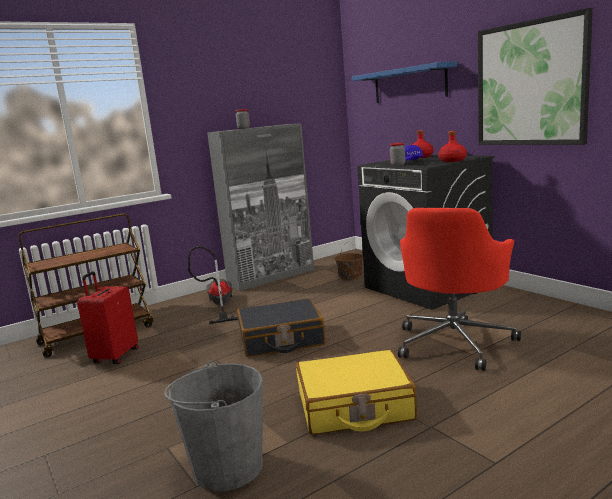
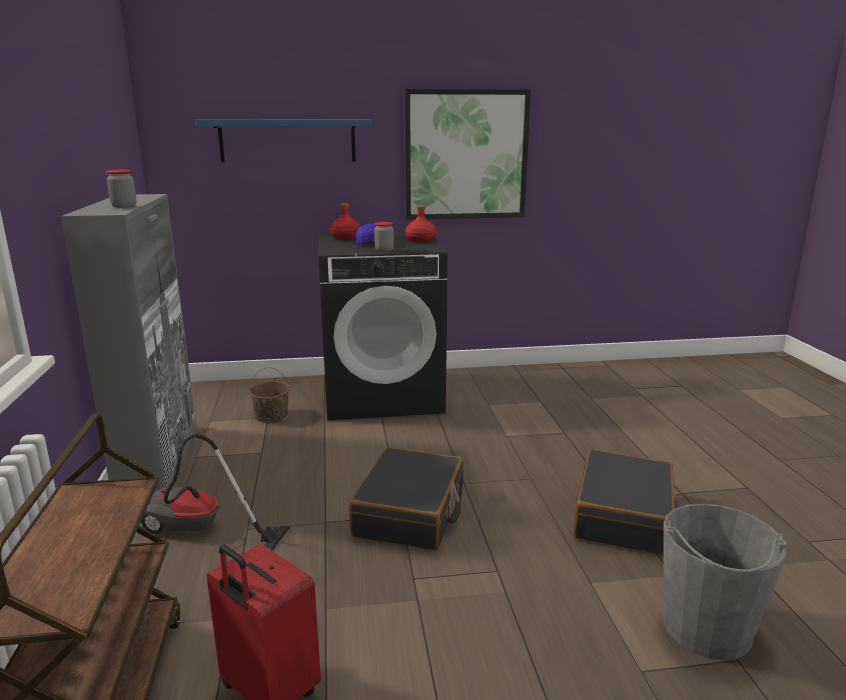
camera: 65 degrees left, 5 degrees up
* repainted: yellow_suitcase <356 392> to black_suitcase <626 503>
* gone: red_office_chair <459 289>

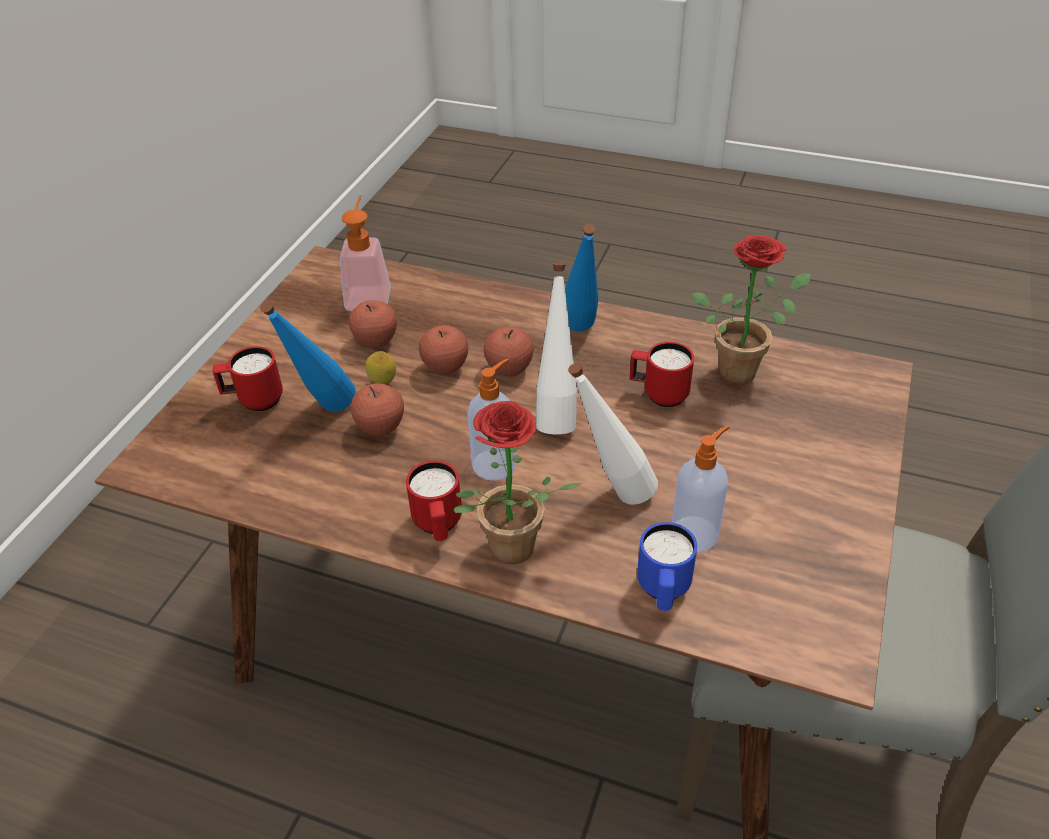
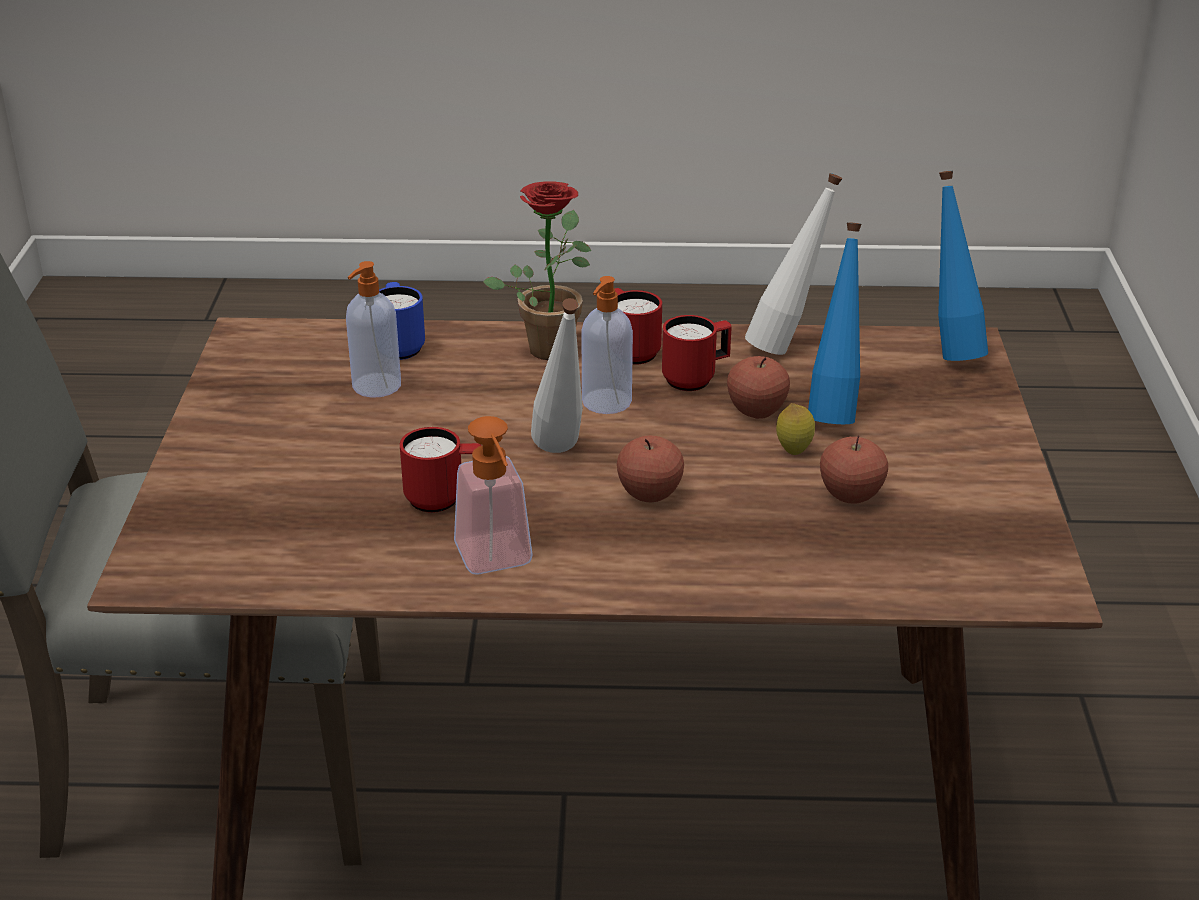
camera: 160 degrees right, 10 degrees down
* shifted: soap_dispenser <365 253> to <493 495>
* shifted: red_mug <247 378> to <697 353>
* shifted: white_bottle <613 434> to <793 264>
* shifted: blue_bottle <581 277> to <963 266>
* gone: apple <443 350>
* gone: potted_plant <751 309>

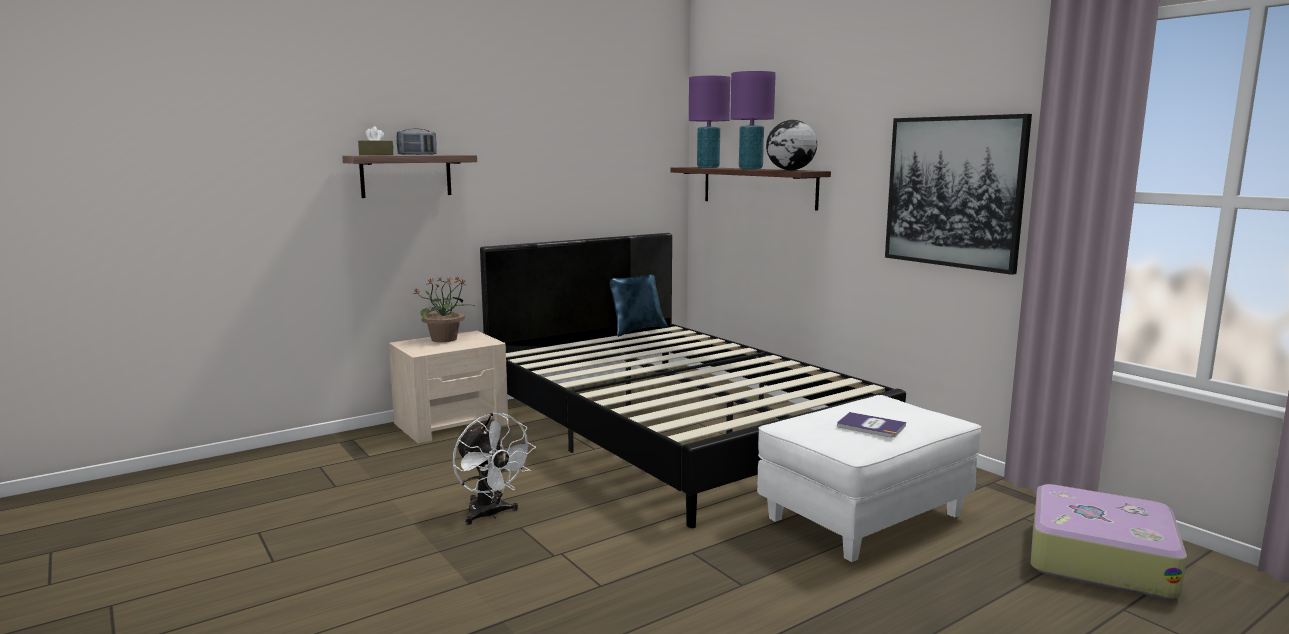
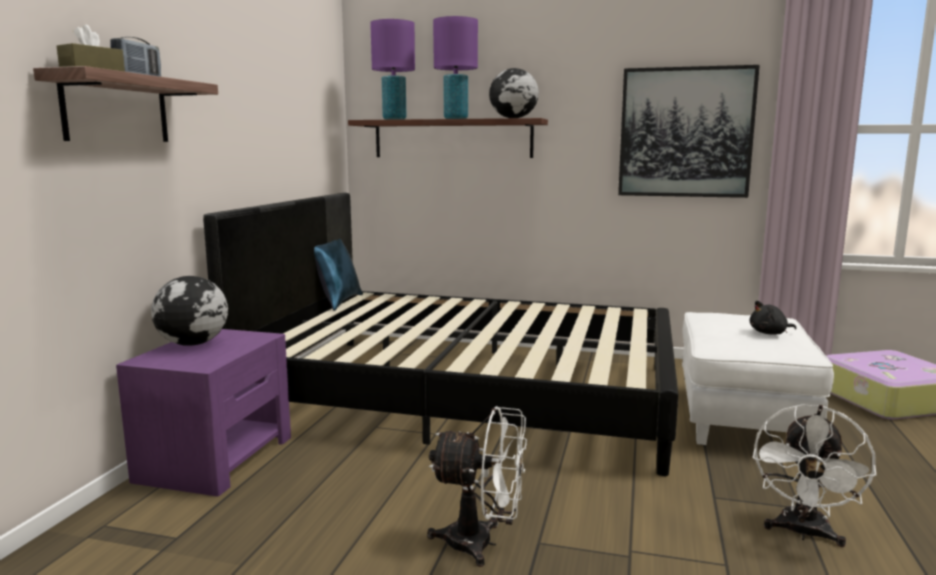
camera: 40 degrees left, 0 degrees up
* repainted: beige_nightstand <448 387> to purple_nightstand <203 412>
* swapped: potted_plant <444 309> to globe <189 311>
* swapped: book <871 424> to black_plush_toy <773 317>
* new: white_fan <814 475>

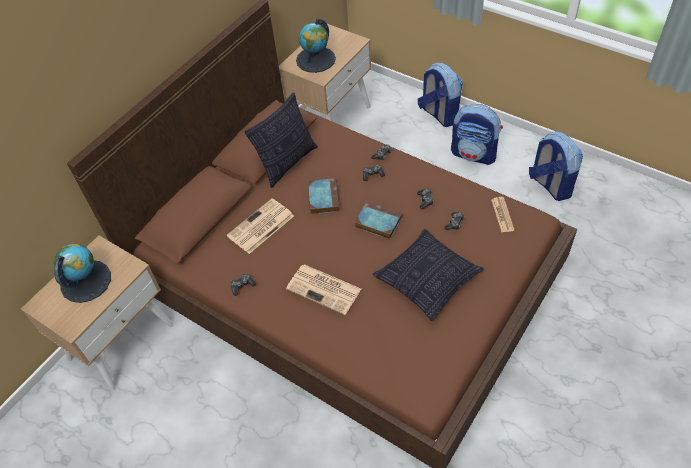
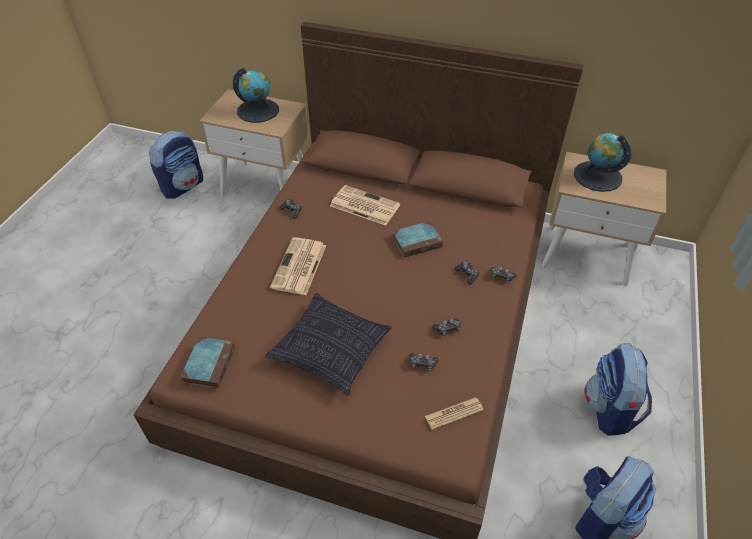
camera: 70 degrees right, 5 degrees down
* shifted: backpack <440 95> to <176 165>
* shifted: book <378 220> to <207 363>
* gone: pillow <281 140>

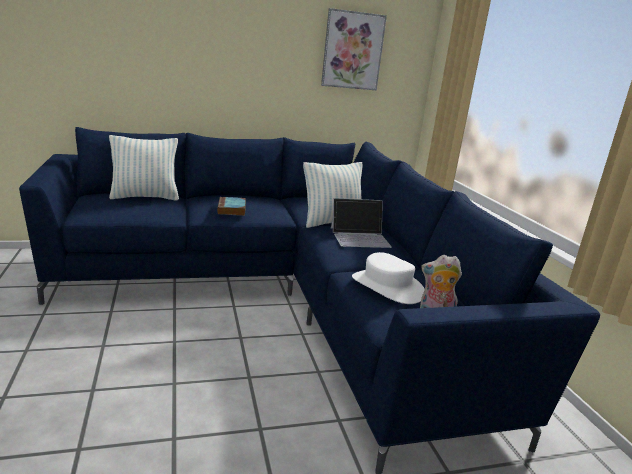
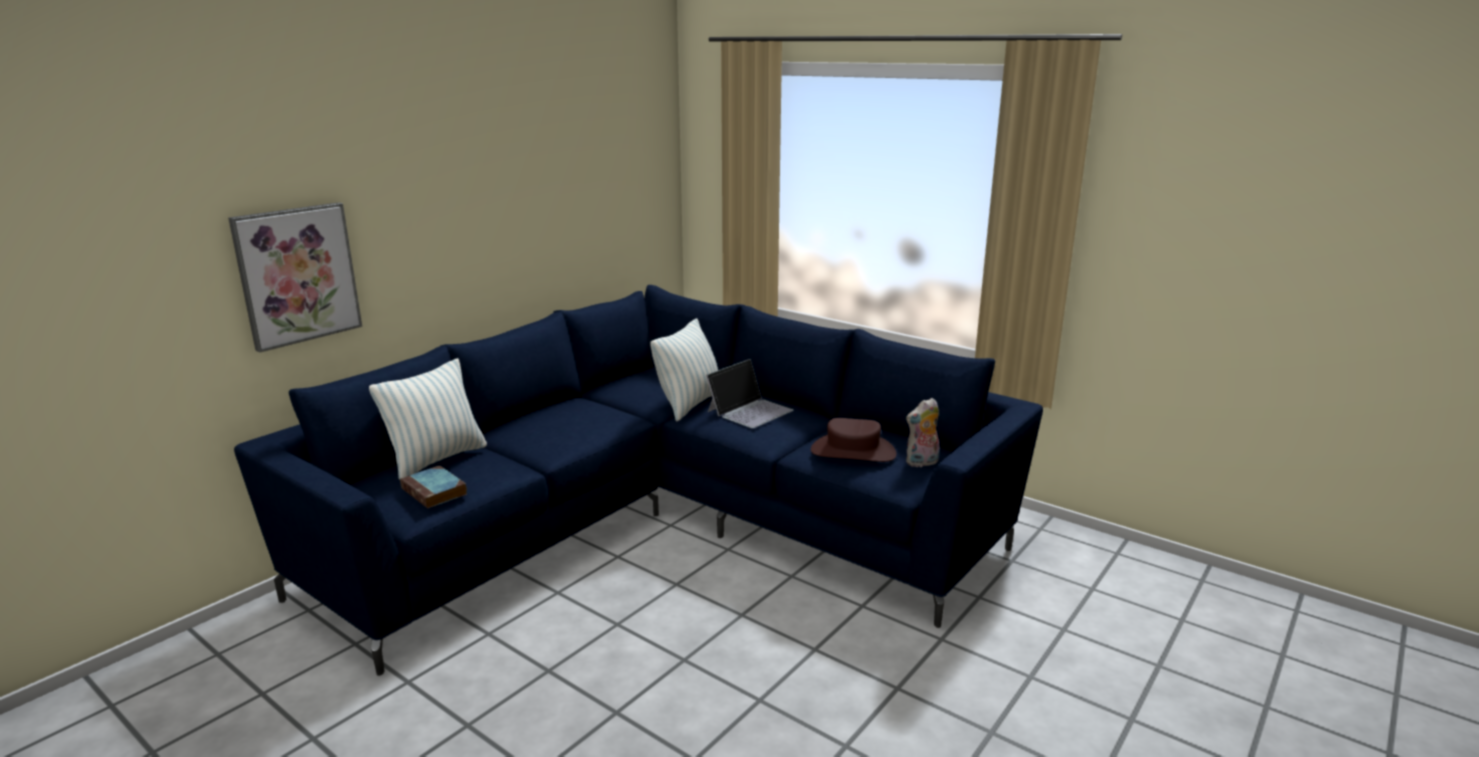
camera: 35 degrees left, 0 degrees up
* shifted: picture <354 49> to <295 277>
* shifted: book <231 206> to <433 486>
* repainted: white_hat <388 278> to brown_hat <853 440>

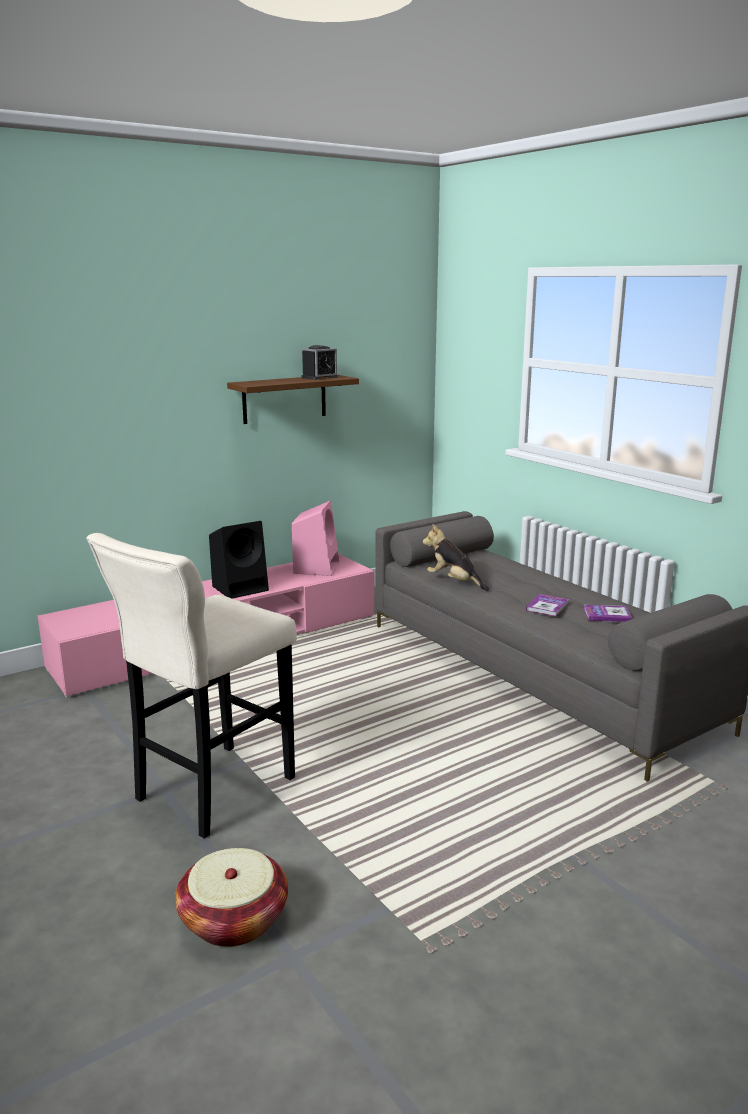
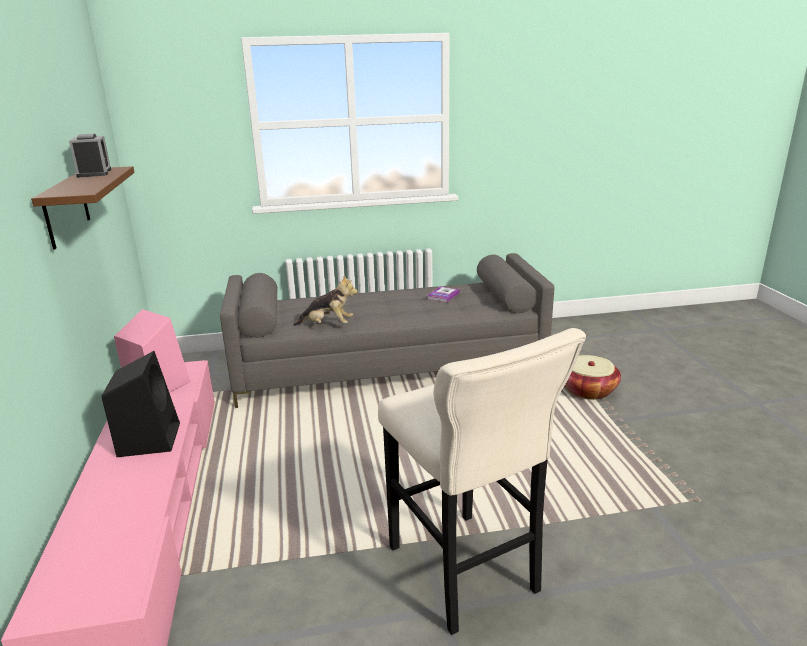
camera: 65 degrees left, 5 degrees up
* rotated: plush_toy <456 557> = <325 300> 150 degrees counterclockwise
* shifted: basket <231 897> to <593 377>
* gone: book <547 605>

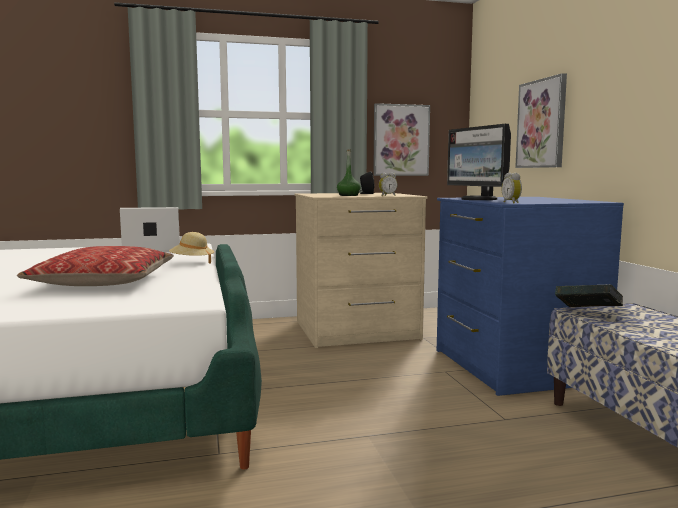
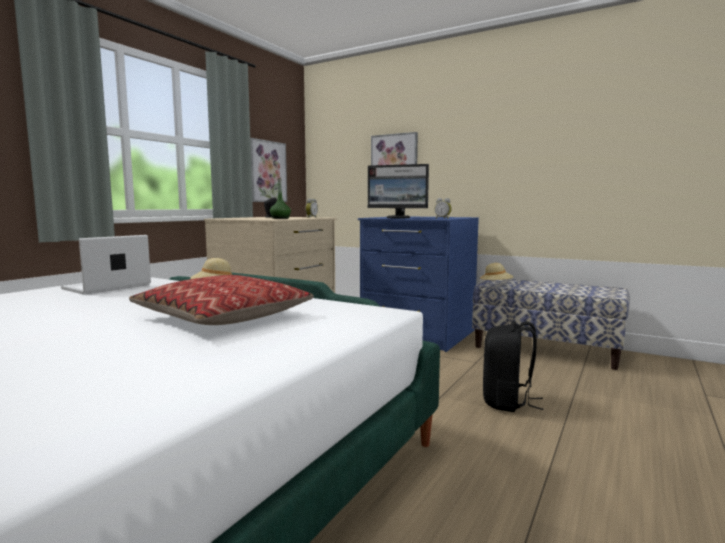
camera: 45 degrees left, 0 degrees up
* swapped: book <589 295> to beige_hat <497 271>
* new: black_backpack <513 366>

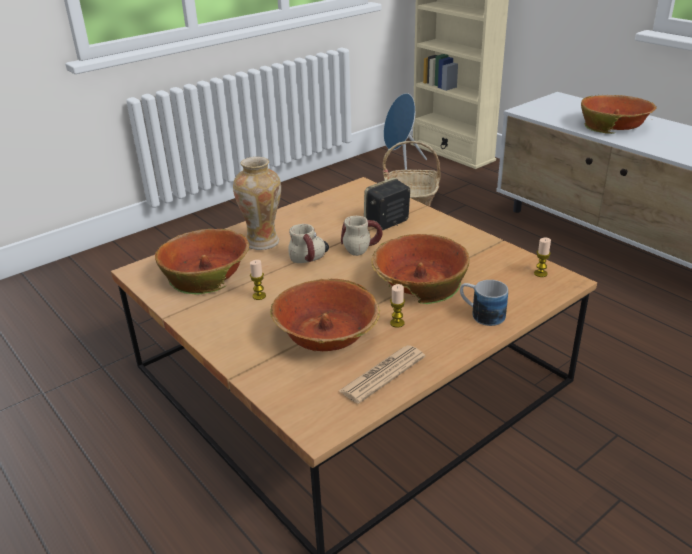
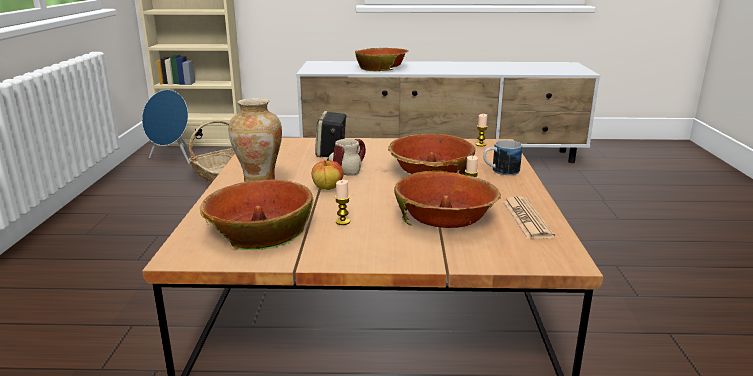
camera: 50 degrees left, 10 degrees down
* swapped: mug <308 243> to apple <328 175>

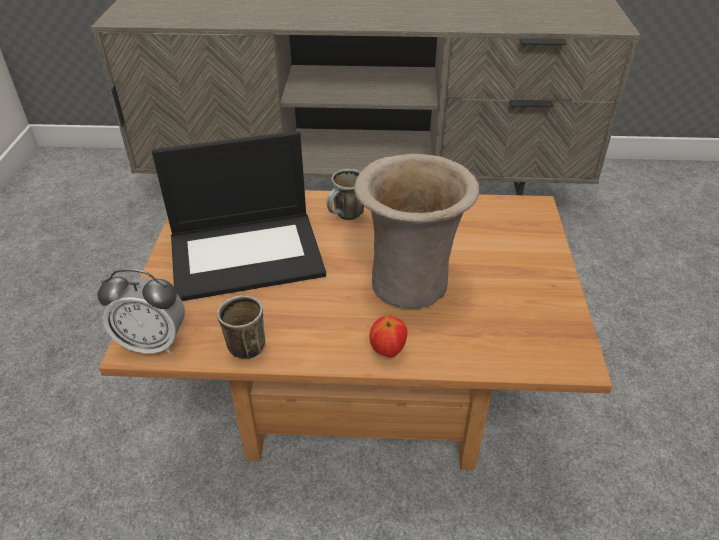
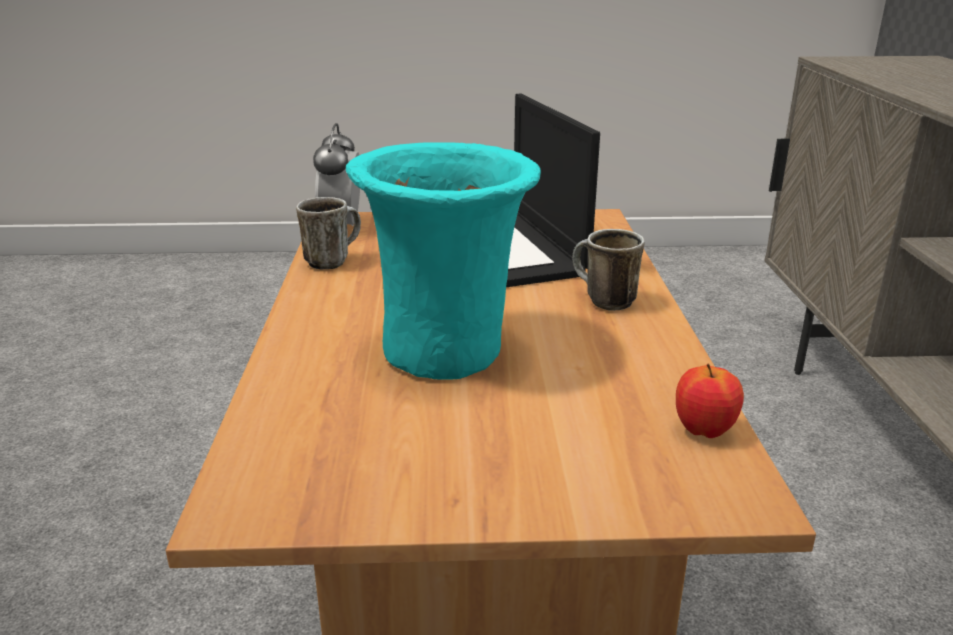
camera: 85 degrees right, 15 degrees down
* repainted: beige_vase <417 231> to turquoise_vase <443 261>
* shifted: apple <388 337> to <710 400>

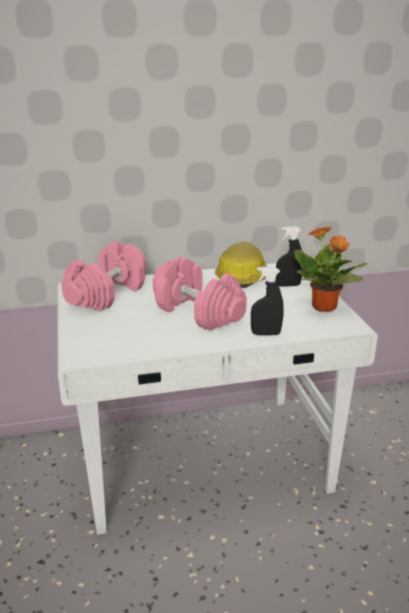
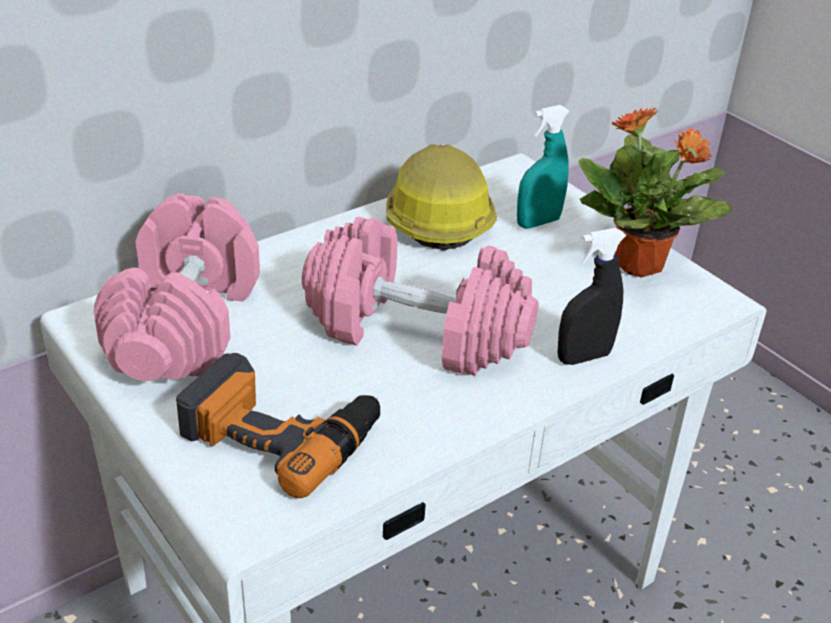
camera: 25 degrees left, 10 degrees up
* new: power_drill <278 425>
* repainted: black_spray_bottle <289 256> to turquoise_spray_bottle <543 166>

